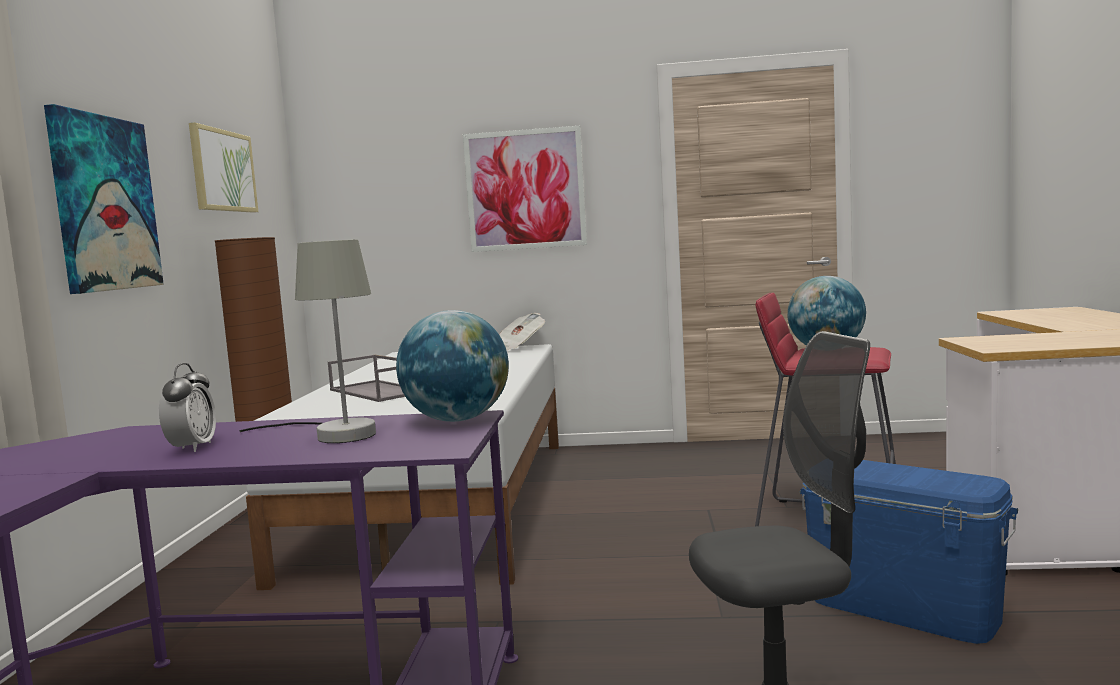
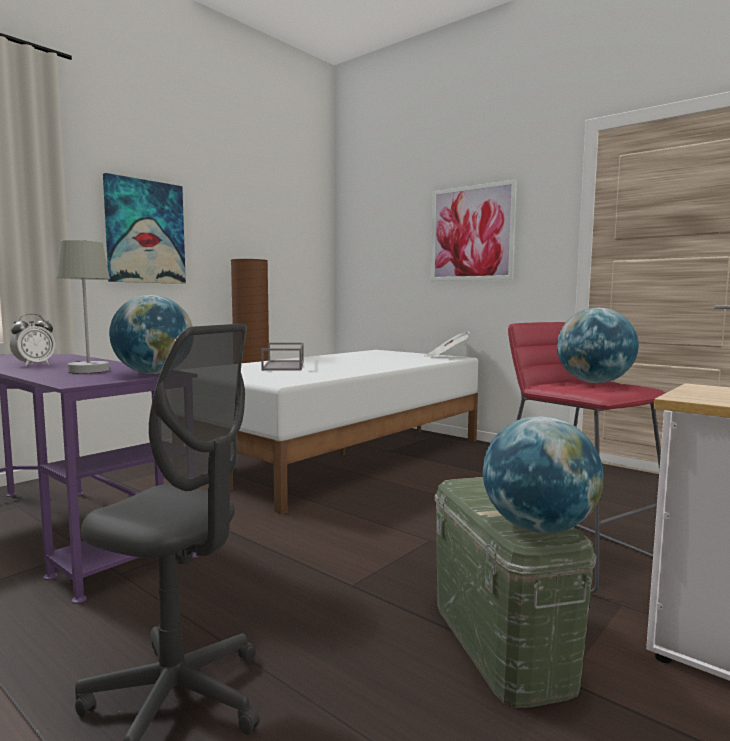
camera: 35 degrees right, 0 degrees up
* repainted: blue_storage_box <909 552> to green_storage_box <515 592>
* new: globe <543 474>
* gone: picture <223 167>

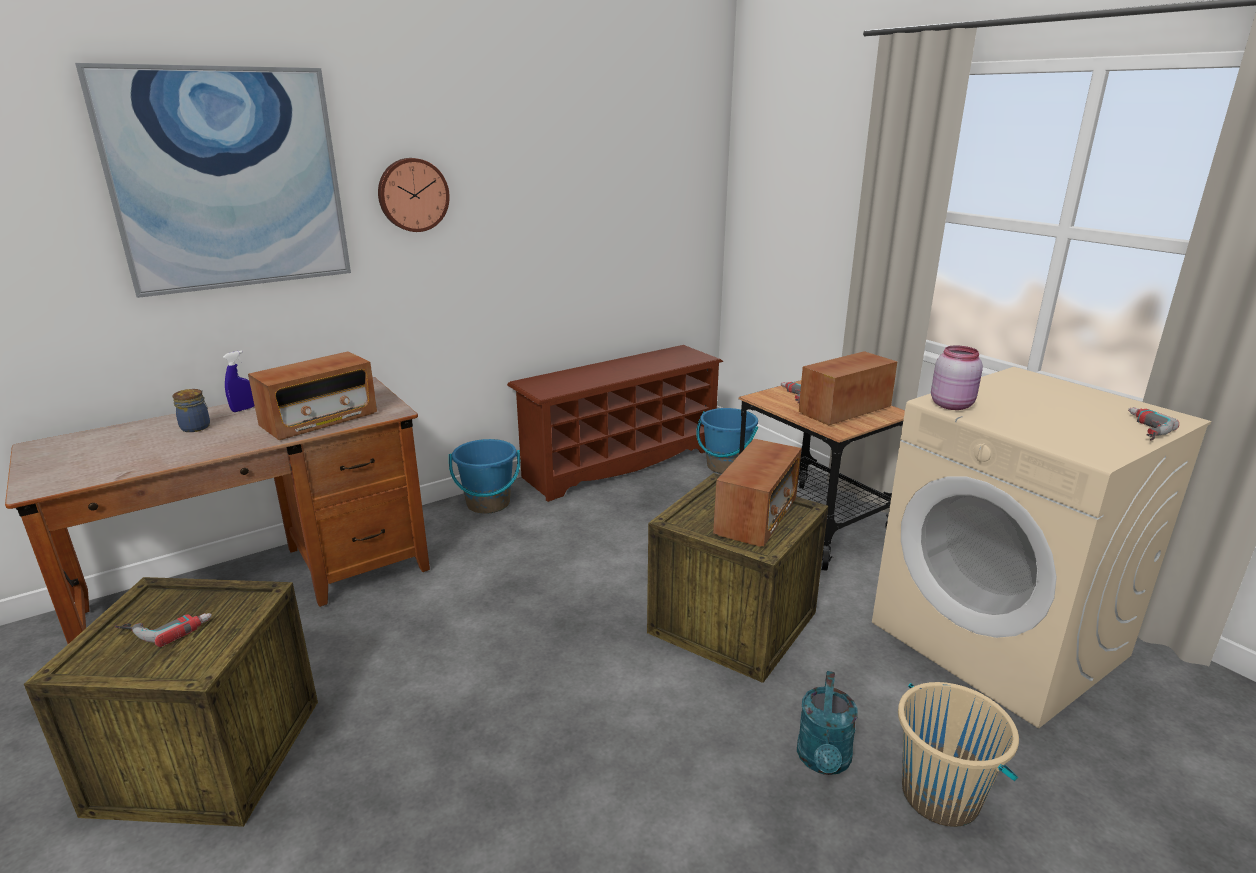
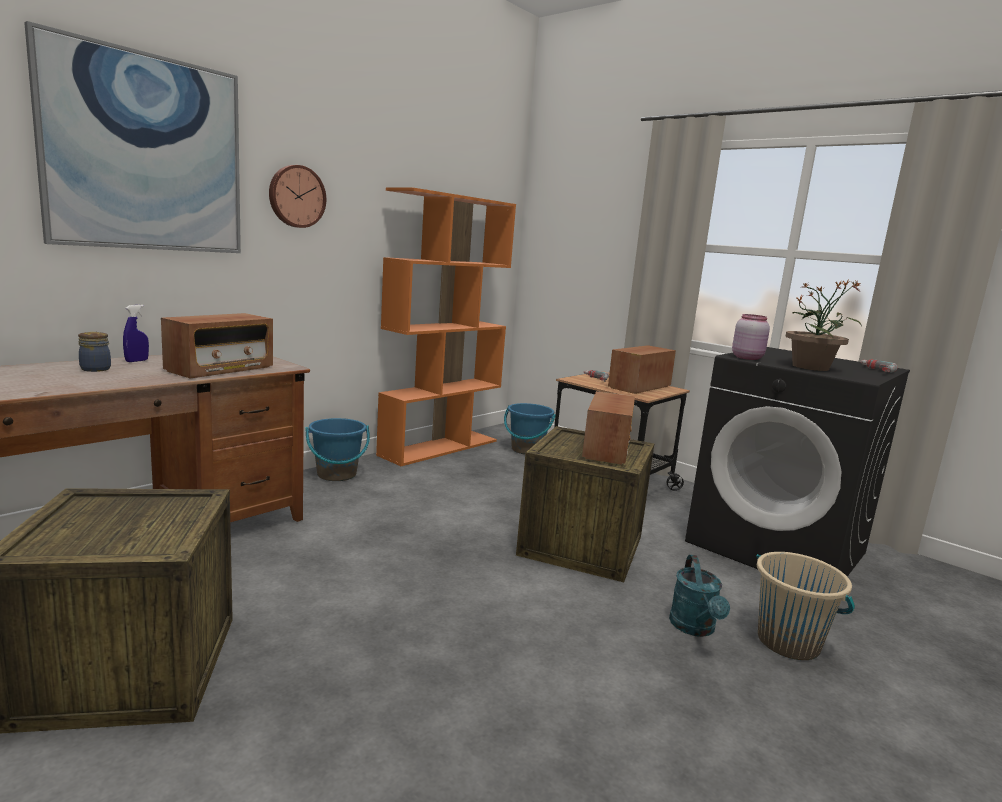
camera: 15 degrees left, 10 degrees down
* swapped: brown_shoe_rack <615 423> to orange_bookcase <446 326>
* repainted: beige_washing_machine <1041 547> to black_washing_machine <797 461>
* new: potted_plant <824 325>
* gone: power_drill <163 630>

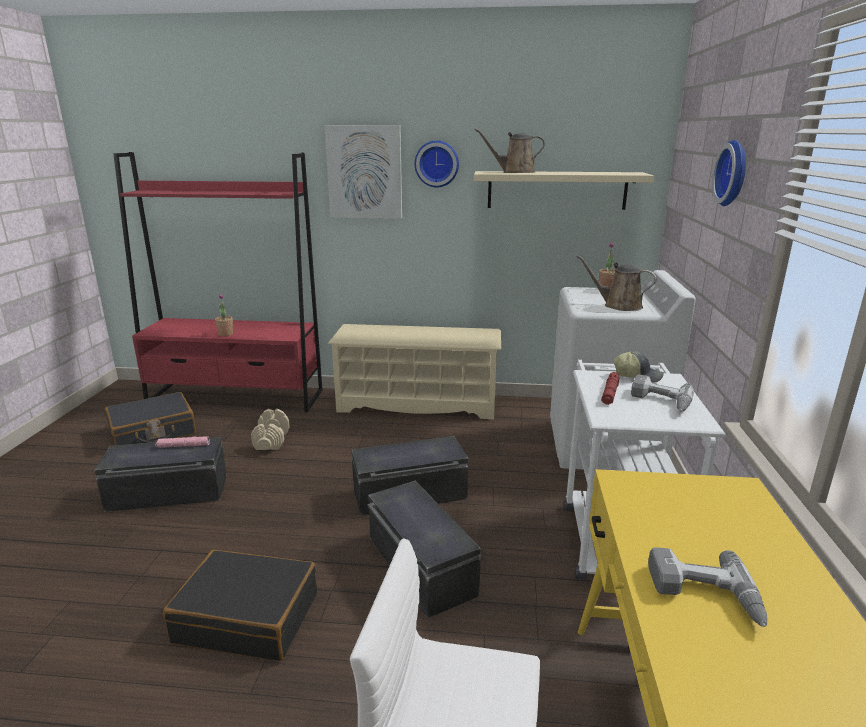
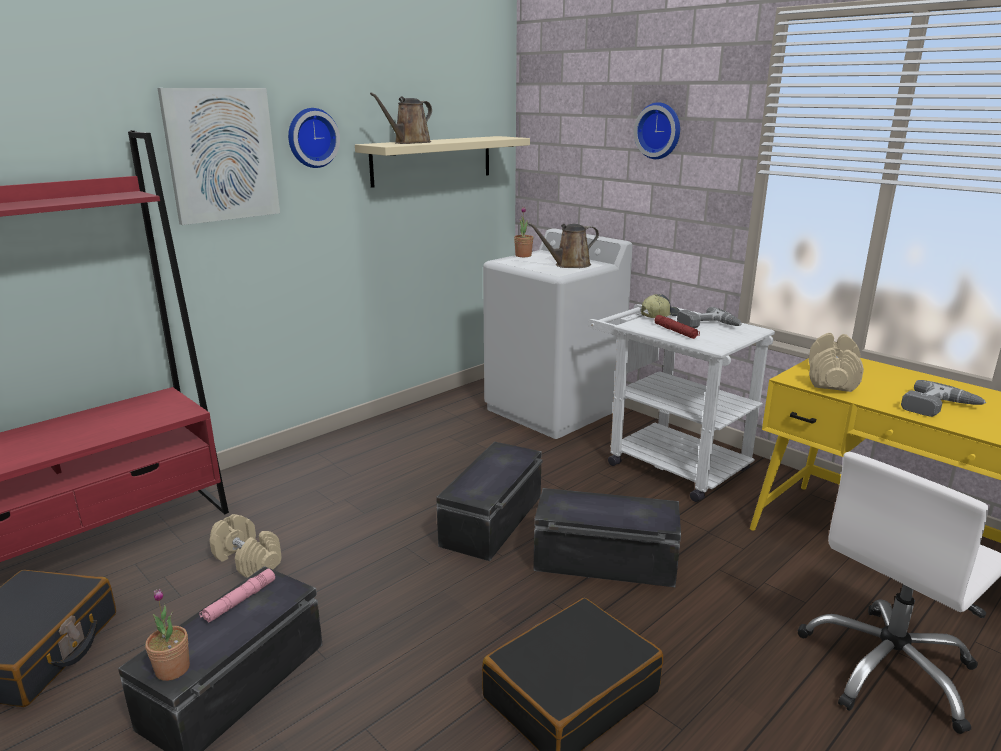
camera: 50 degrees left, 0 degrees up
* shifted: potted_plant <224 315> to <167 635>
* new: beige_dumbbell <836 362>
* gone: beige_shoe_rack <414 372>

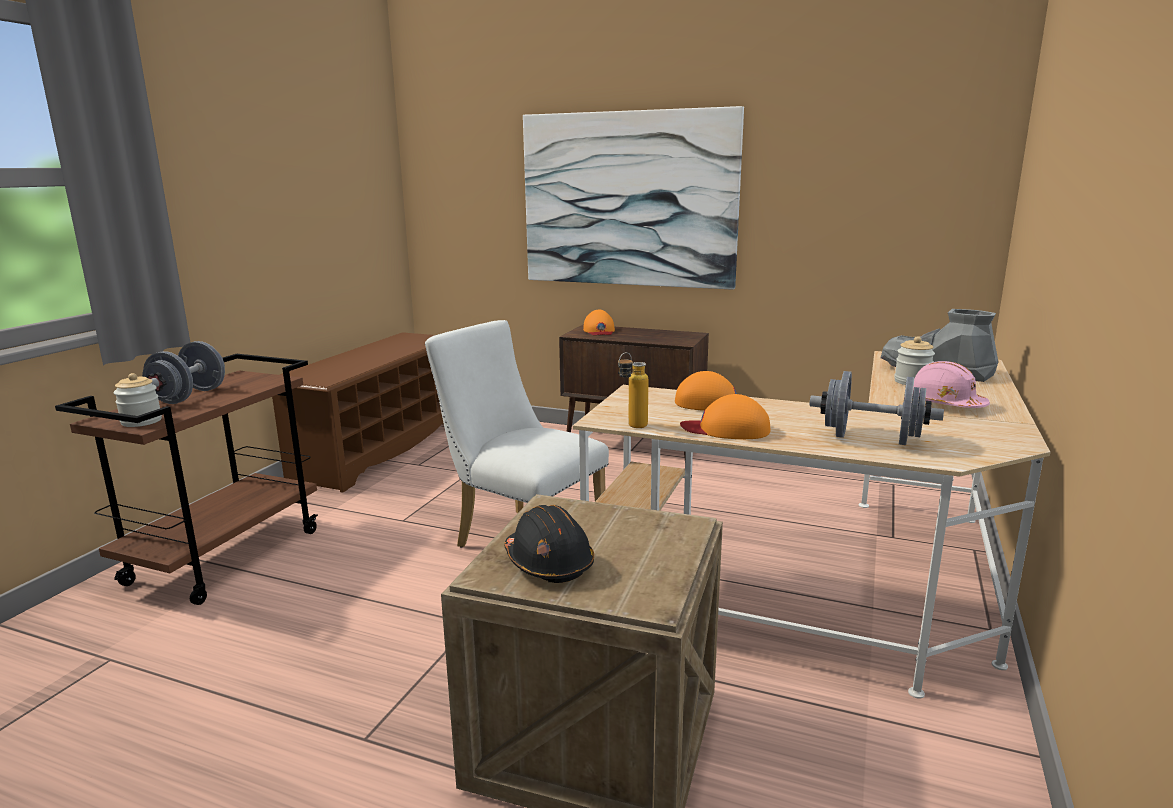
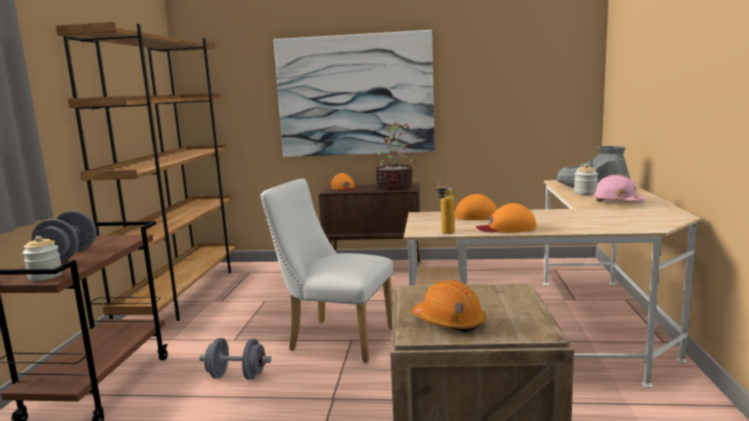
camera: 15 degrees left, 5 degrees down
* swapped: brown_shoe_rack <358 412> to brown_bookcase <146 171>
* shifted: grey_dumbbell <877 408> to <235 359>
* new: potted_plant <395 156>
* repainted: black_hard_hat <549 544> to orange_hard_hat <449 306>

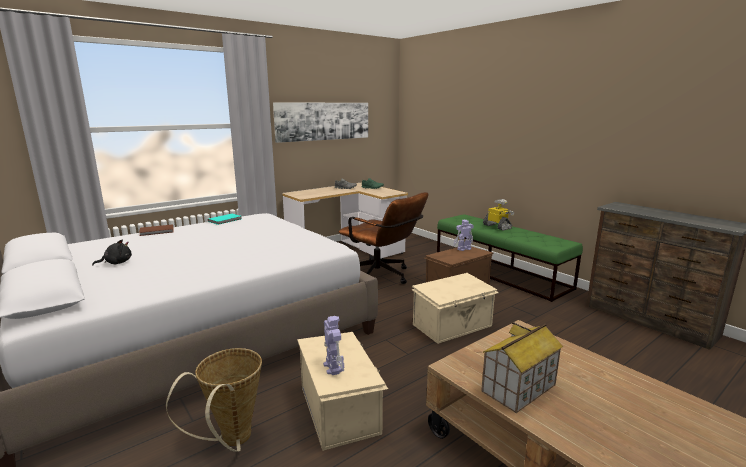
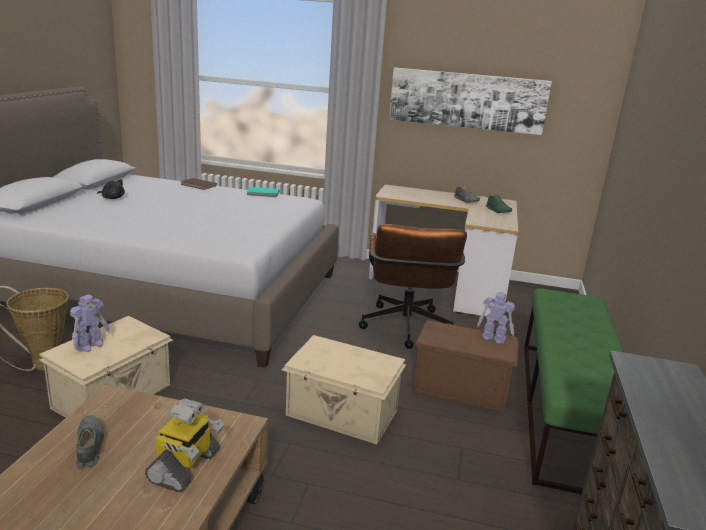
camera: 50 degrees right, 5 degrees up
* swapped: toy_house <522 367> to grey_shoe <90 442>
* shifted: toy_robot <498 215> to <184 445>

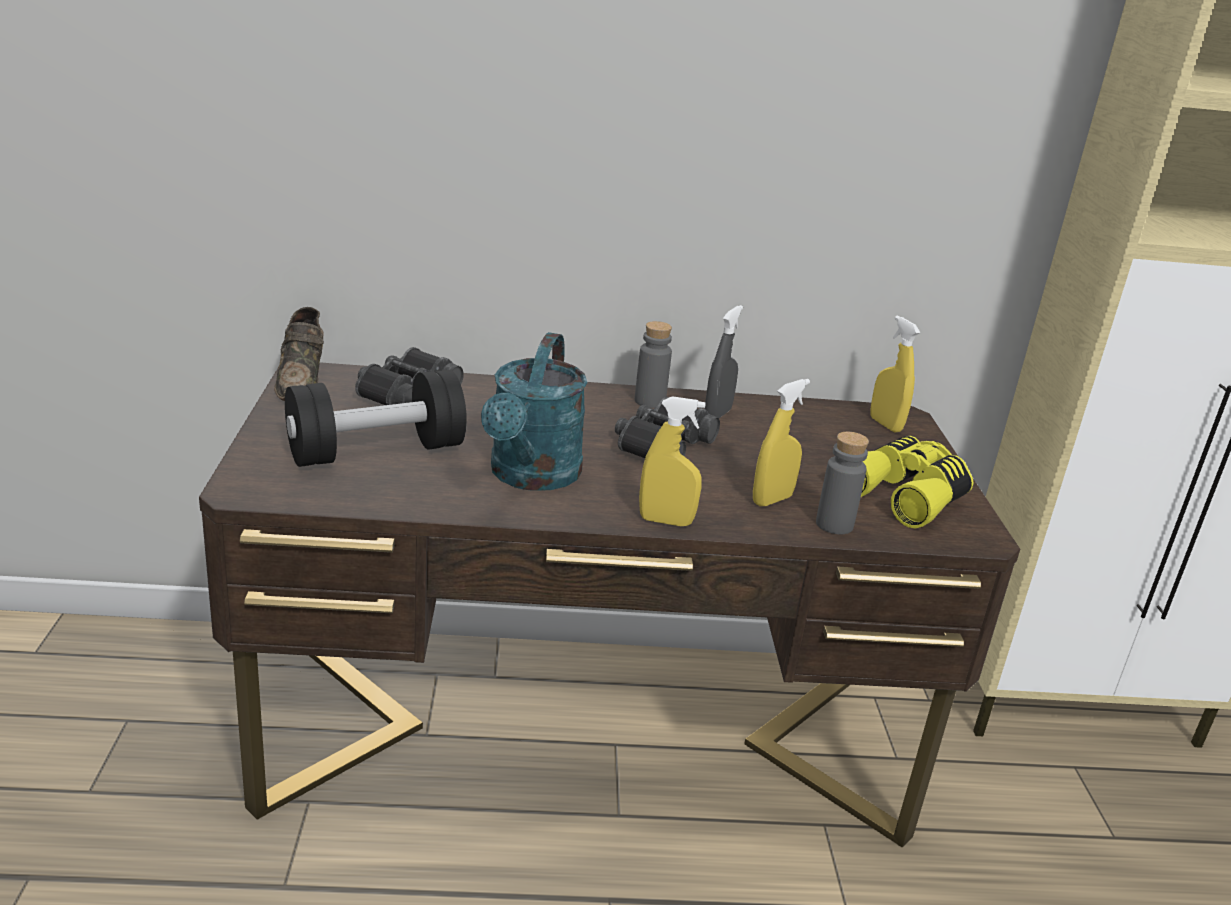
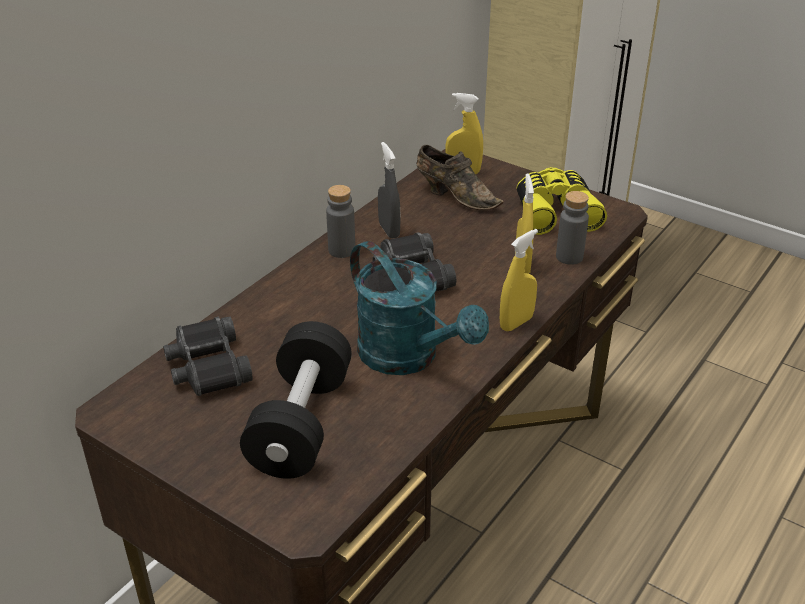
camera: 50 degrees left, 10 degrees up
* shifted: brown_shoe <299 354> to <460 177>

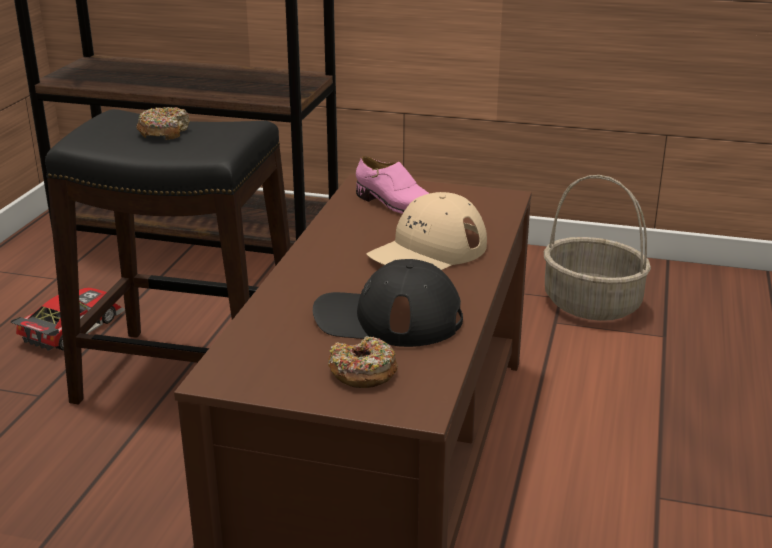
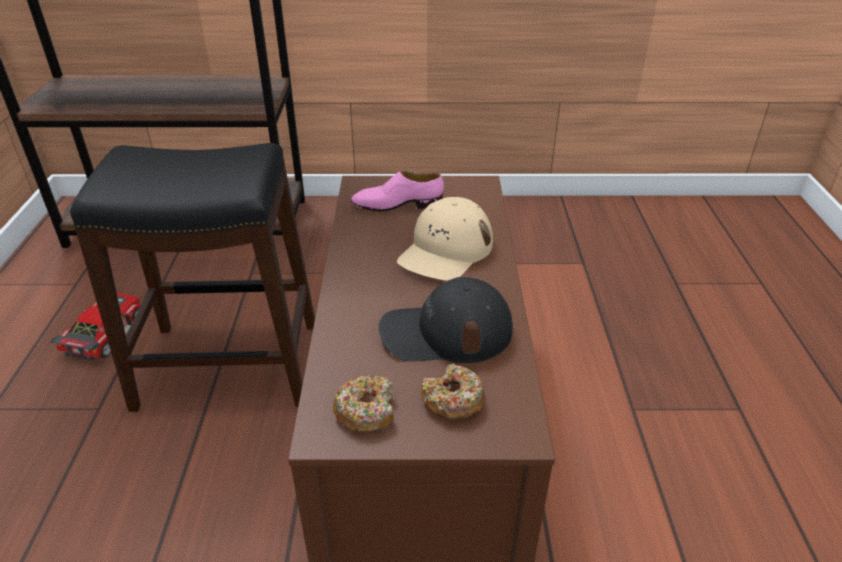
camera: 15 degrees left, 10 degrees up
* shifted: donut <163 123> to <363 403>
* rotated: pink_shoe <393 185> = <397 191> 150 degrees clockwise
* gone: basket <597 248>

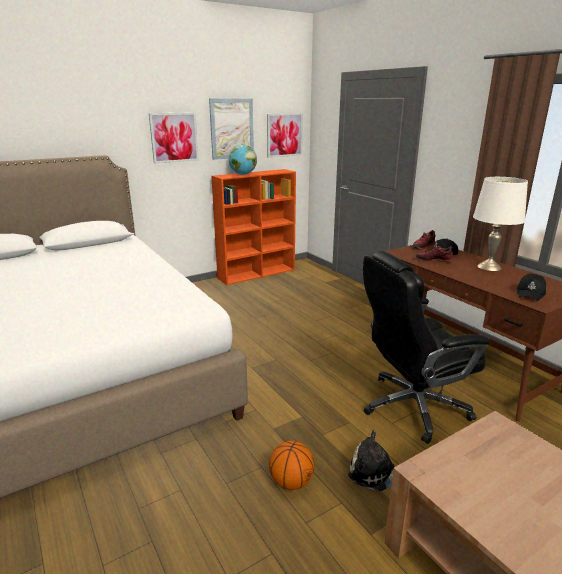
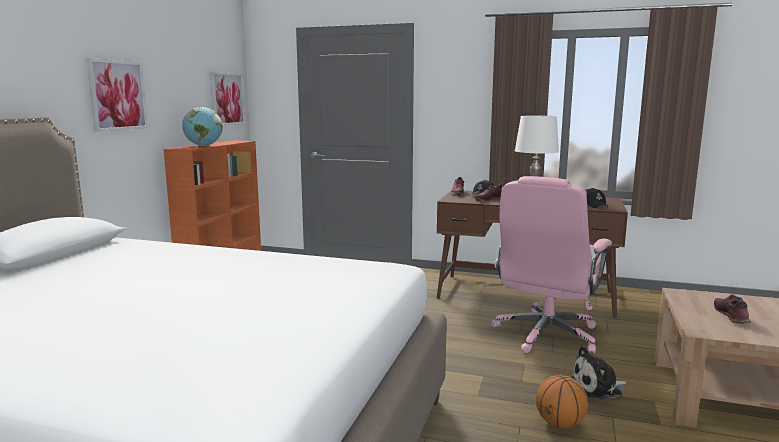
camera: 40 degrees left, 10 degrees down
* repainted: black_office_chair <426 347> to pink_office_chair <552 264>
* new: shoe <732 309>
* gone: picture <231 129>

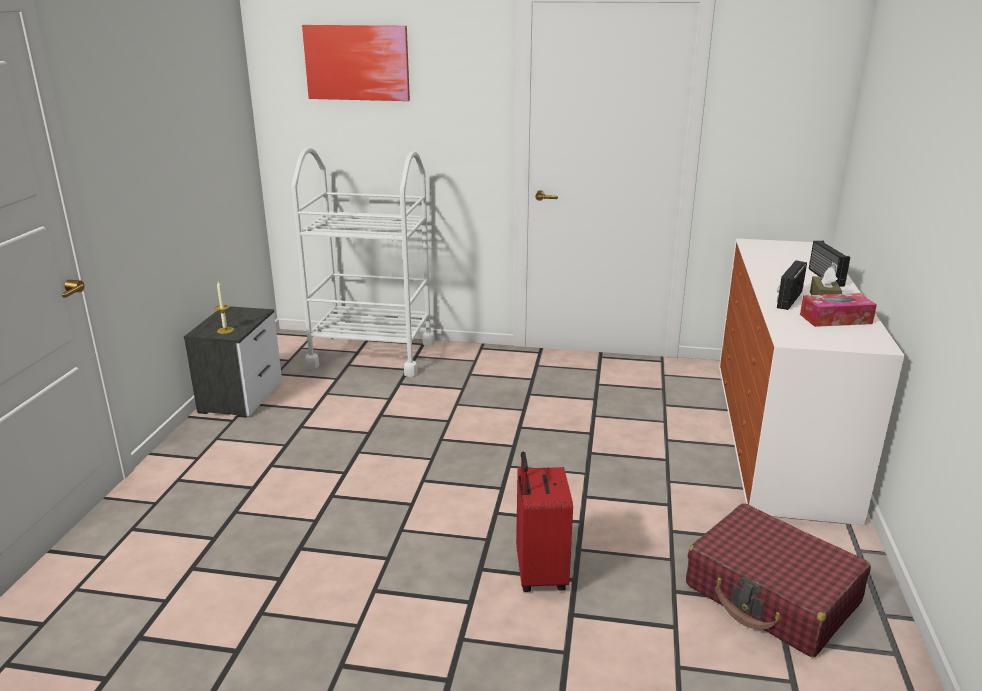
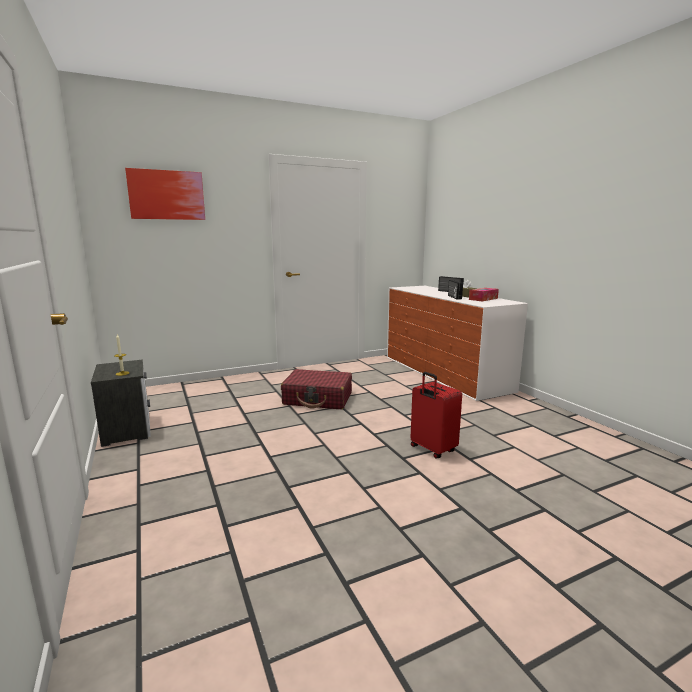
camera: 35 degrees left, 10 degrees down
* shifted: red_suitcase <778 580> to <316 389>
* gone: white_cart <363 262>

